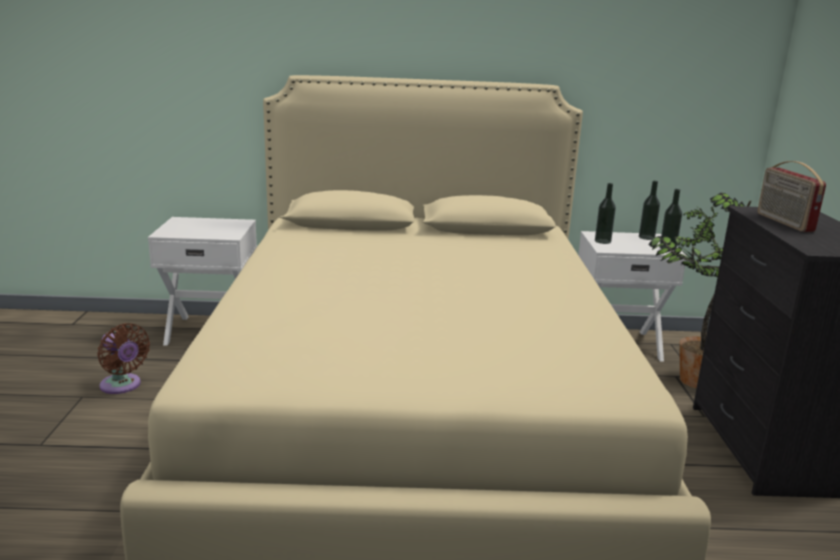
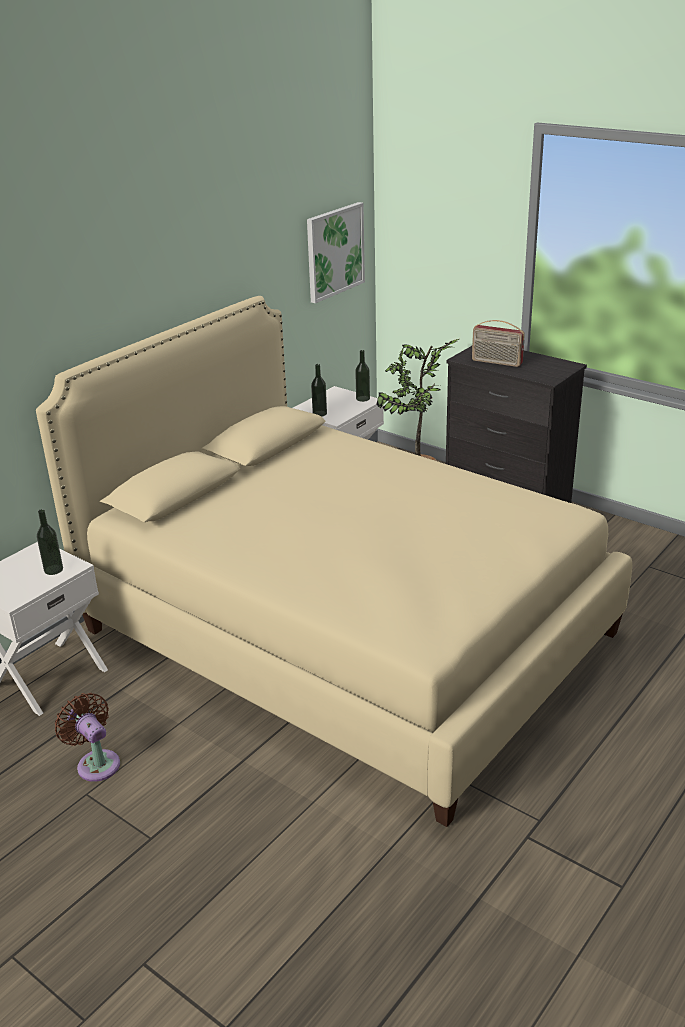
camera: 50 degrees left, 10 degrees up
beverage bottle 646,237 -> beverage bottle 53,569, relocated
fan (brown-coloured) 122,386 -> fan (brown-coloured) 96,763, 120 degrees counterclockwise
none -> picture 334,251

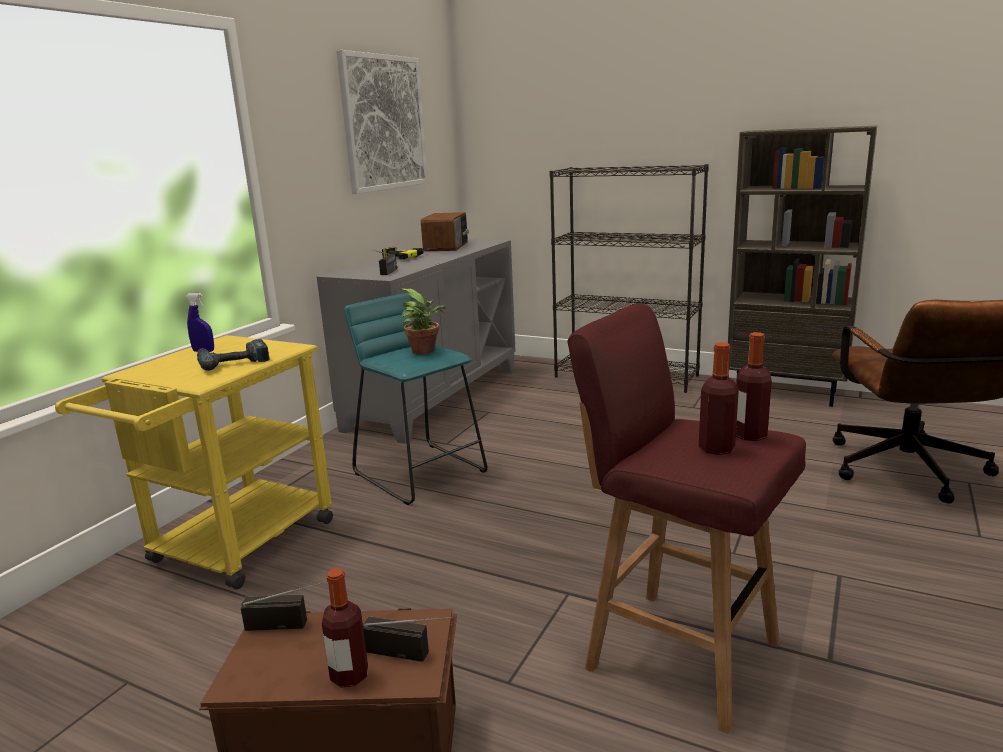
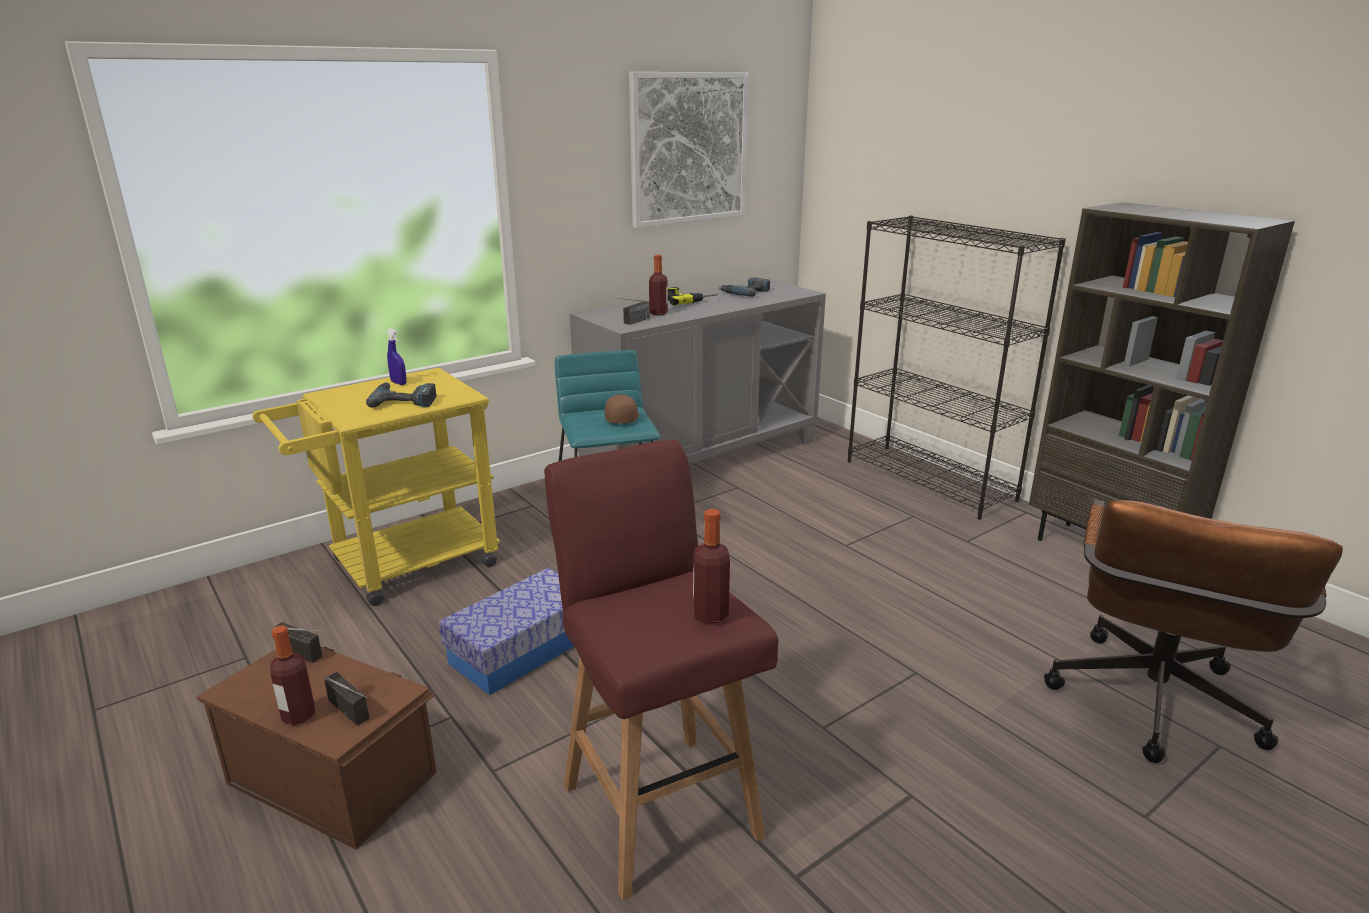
camera: 25 degrees right, 5 degrees up
radio 447,246 -> drill 745,292
plant in a pot 425,351 -> cap (brown-coloured) 622,418
beverage bottle 716,449 -> beverage bottle 658,313, relocated
none -> storage container 522,649

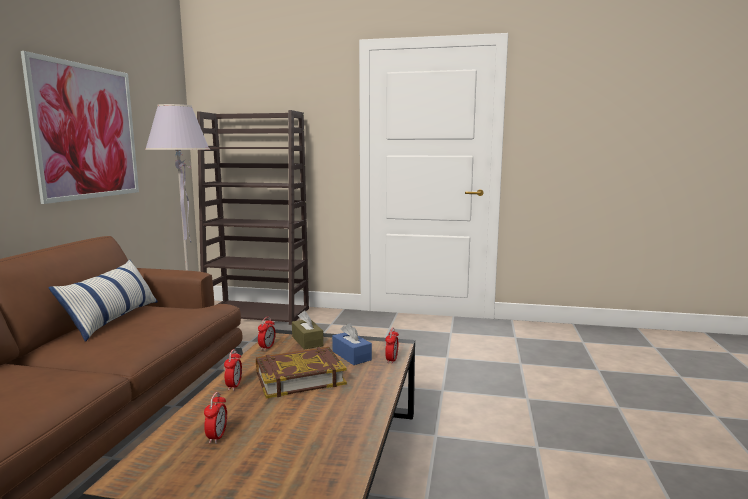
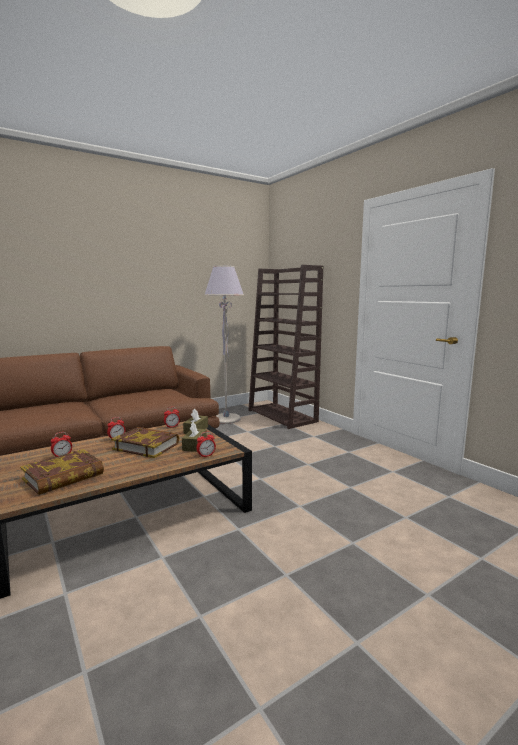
camera: 45 degrees right, 0 degrees up
picture 87,132 -> none
pillow 113,319 -> none
tissue holder (bluish) 351,355 -> tissue holder (brown-coloured) 194,445
none -> book 64,477

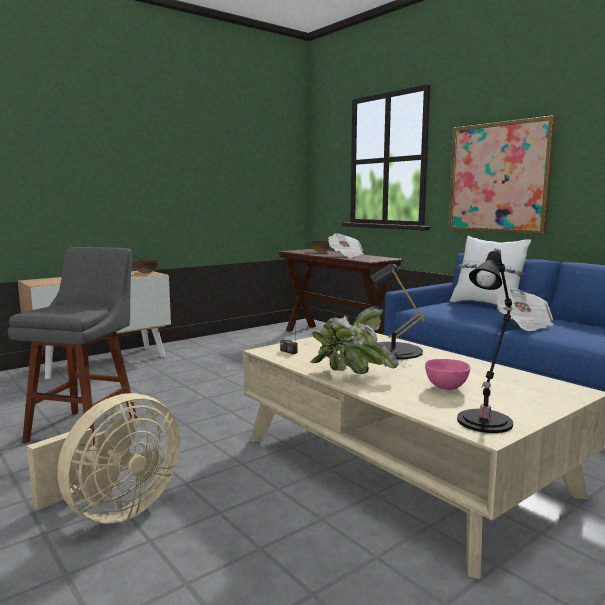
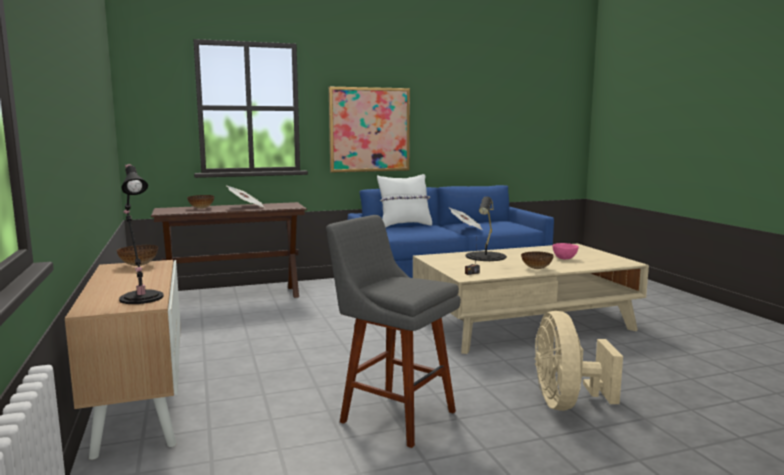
camera: 70 degrees left, 0 degrees up
lamp for a table (black-coloured) 486,420 -> lamp for a table (black-coloured) 141,297, relocated
plant in a pot 350,375 -> bowl 536,268
fan (beige-coloured) 113,511 -> fan (beige-coloured) 566,403, 150 degrees counterclockwise

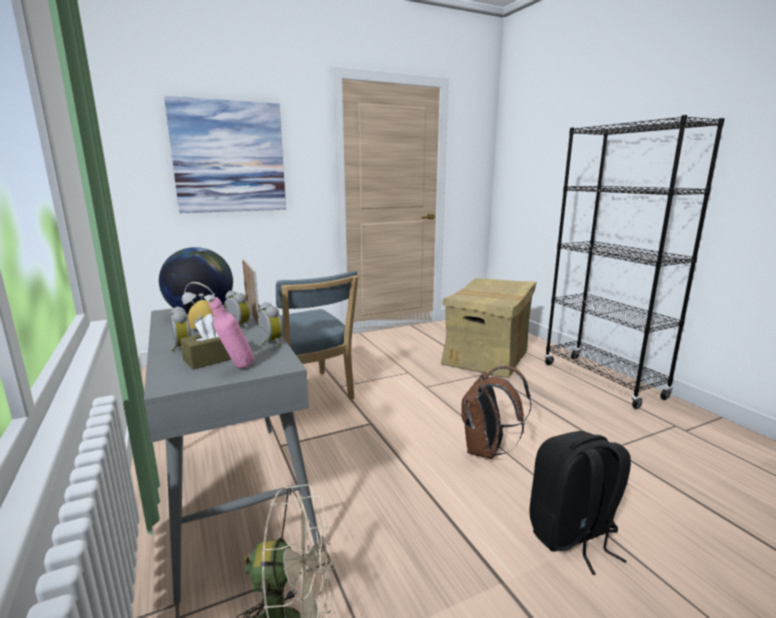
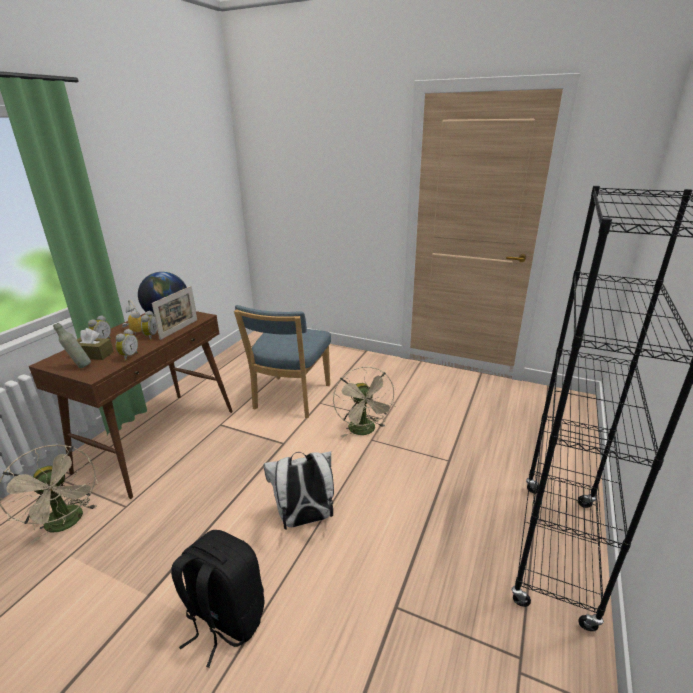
camera: 50 degrees right, 10 degrees up
picture 229,157 -> none
carton 486,358 -> none
beverage bottle (pink-coloured) 236,369 -> beverage bottle (greyish) 79,367
narrow table (greyish) 234,496 -> narrow table (brown-coloured) 159,439
rucksack (brown-coloured) 487,450 -> rucksack (white) 304,519
none -> fan (beige-coloured) 364,431

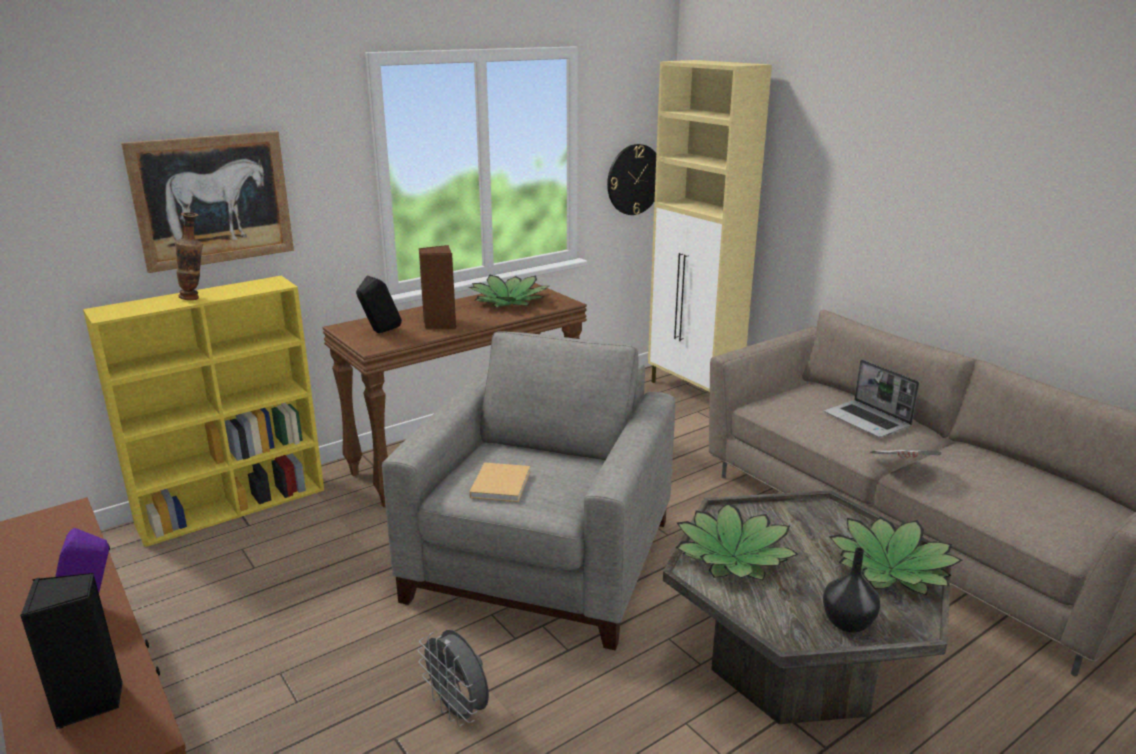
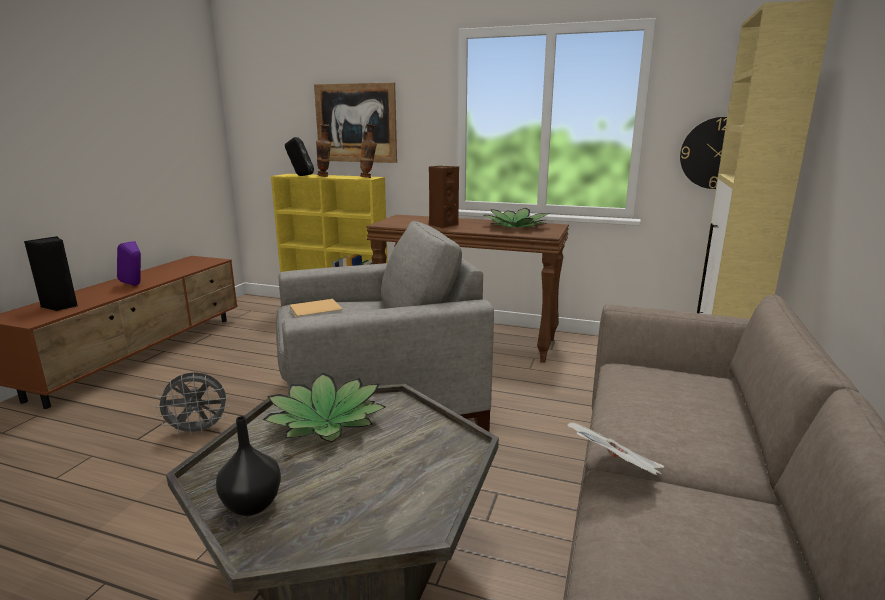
camera: 55 degrees right, 5 degrees down
speaker (black-coloured) 379,333 -> speaker (black-coloured) 300,176, relocated
portable computer 868,421 -> none
plant in a pot 891,569 -> none
fan (greyish) 459,710 -> fan (greyish) 198,431, 120 degrees counterclockwise
none -> vase 369,178

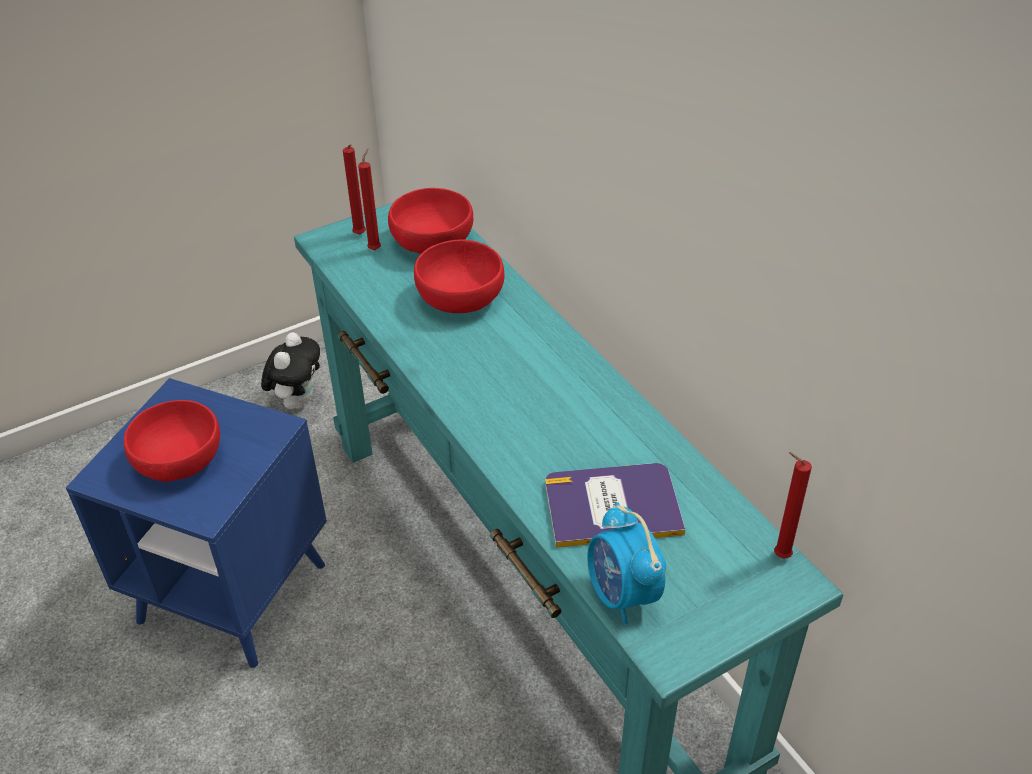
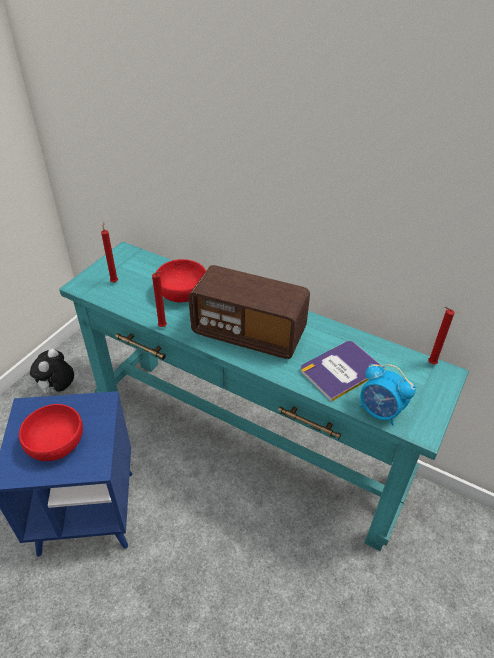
camera: 30 degrees left, 0 degrees up
candle (red) 360,235 -> candle (red) 163,327, relocated
bowl (red) 434,242 -> none
plush toy 297,401 -> plush toy 58,390, 150 degrees counterclockwise
none -> radio 249,333

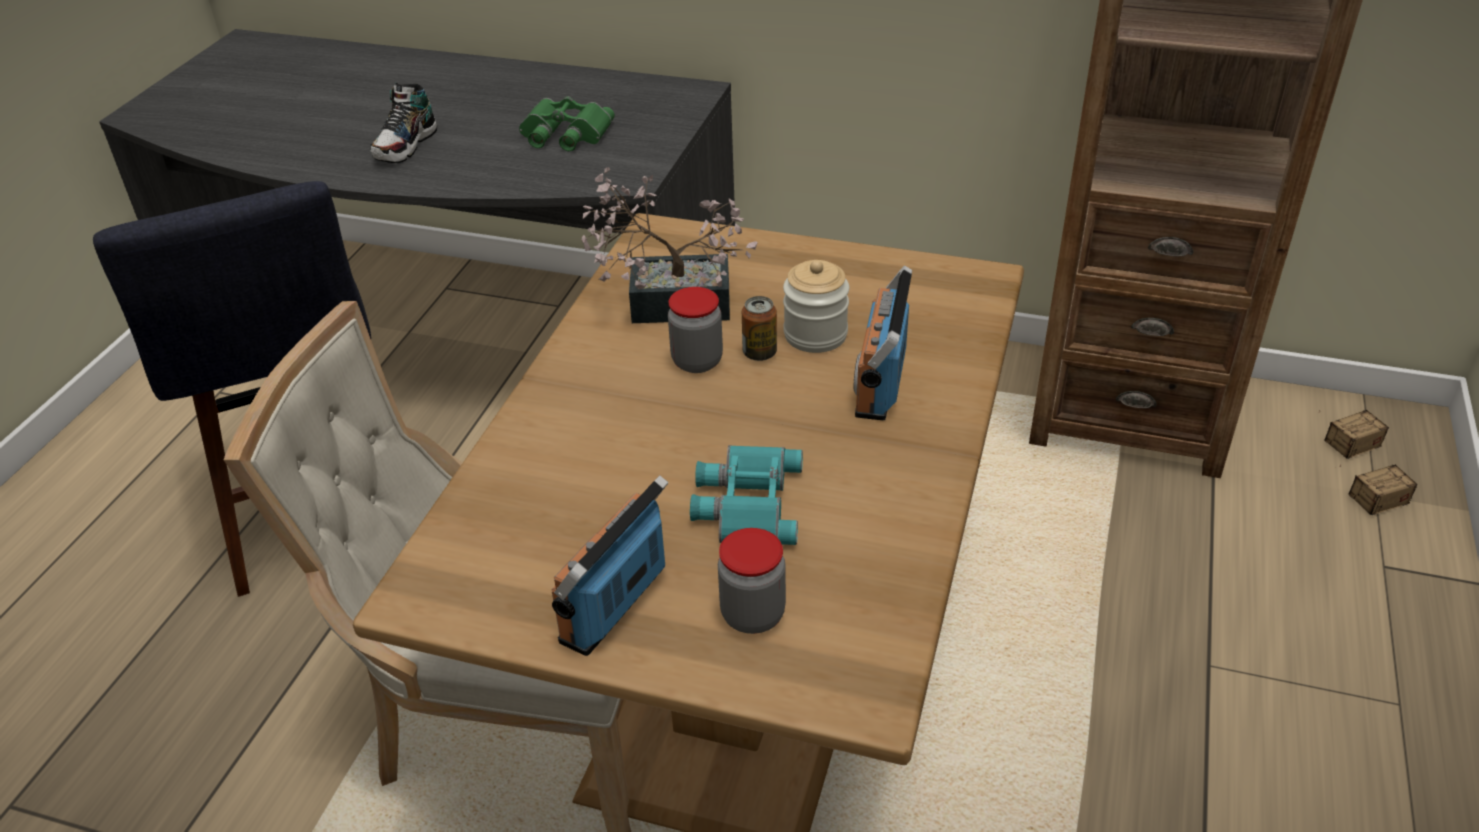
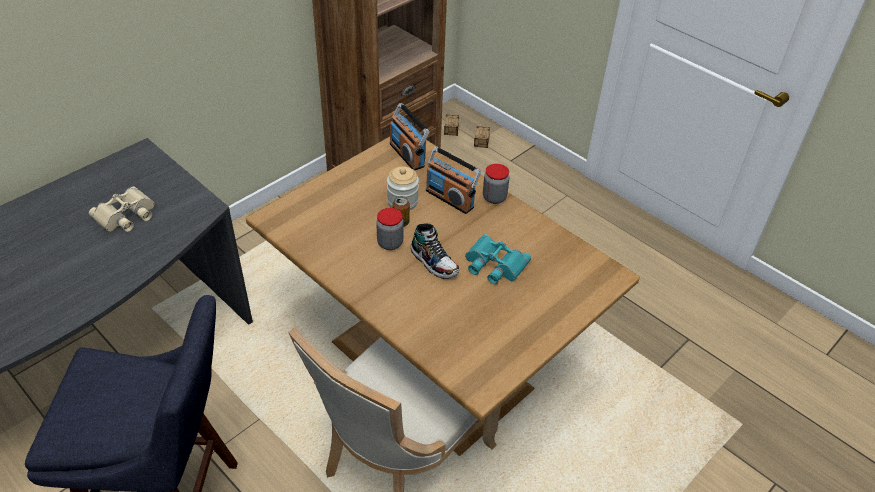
camera: 65 degrees left, 5 degrees up
low shoe 406,146 -> low shoe 434,262, relocated
binoculars (greenish) 564,134 -> binoculars (beige-coloured) 126,215
plant in a pot 667,303 -> none
radio 615,604 -> radio 407,155, relocated
jar 753,615 -> jar 494,198, relocated

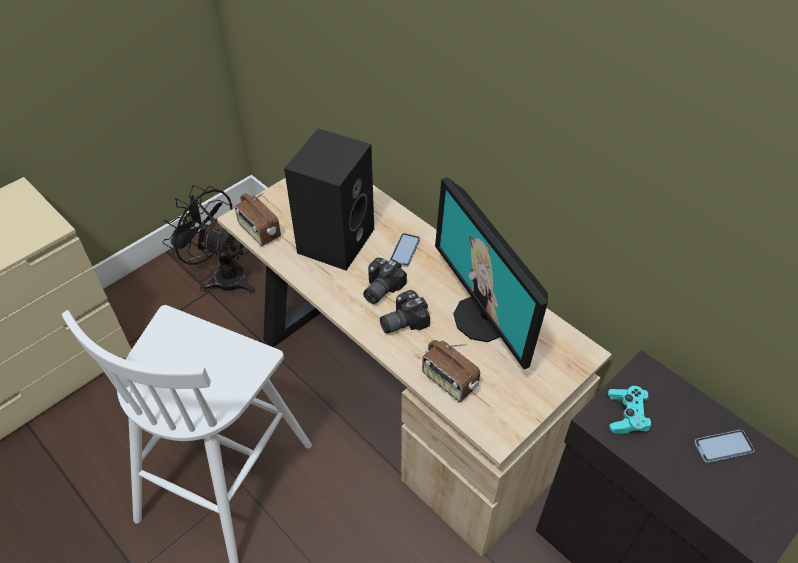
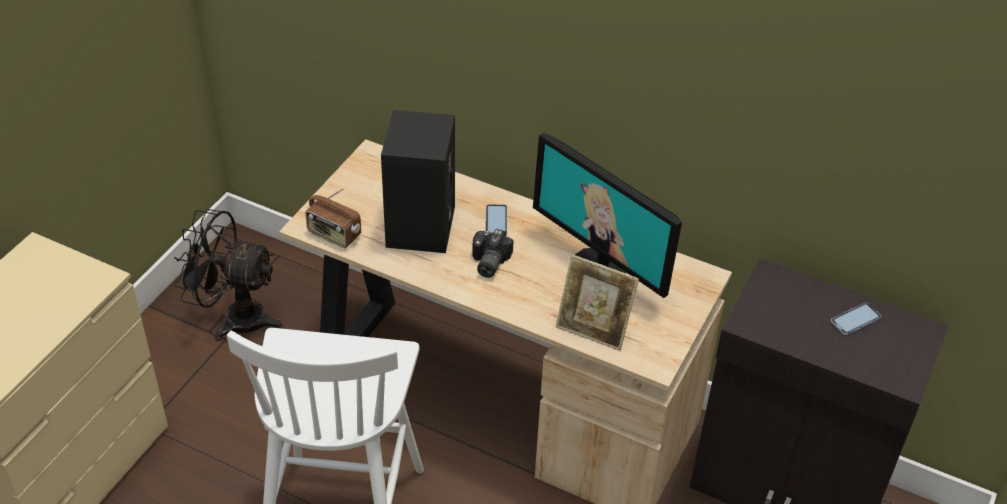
camera: 20 degrees left, 5 degrees down
still camera 401,320 -> none
radio 449,381 -> photo frame 593,330
game controller (blue-green) 626,415 -> none

